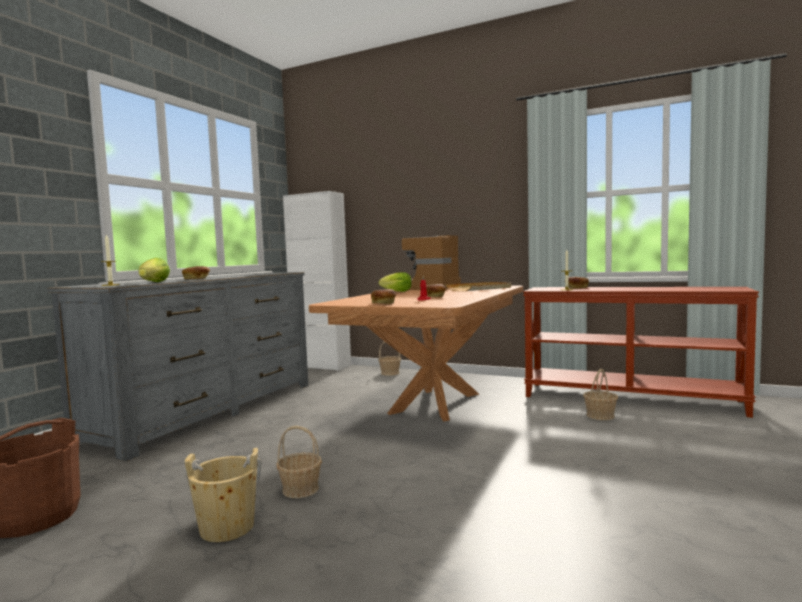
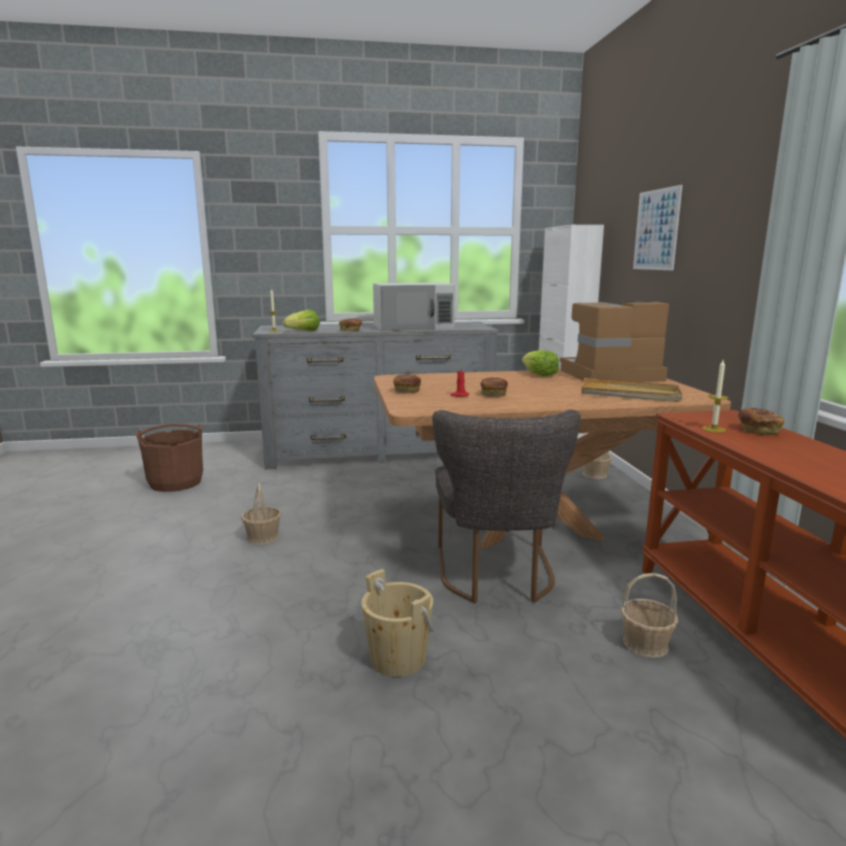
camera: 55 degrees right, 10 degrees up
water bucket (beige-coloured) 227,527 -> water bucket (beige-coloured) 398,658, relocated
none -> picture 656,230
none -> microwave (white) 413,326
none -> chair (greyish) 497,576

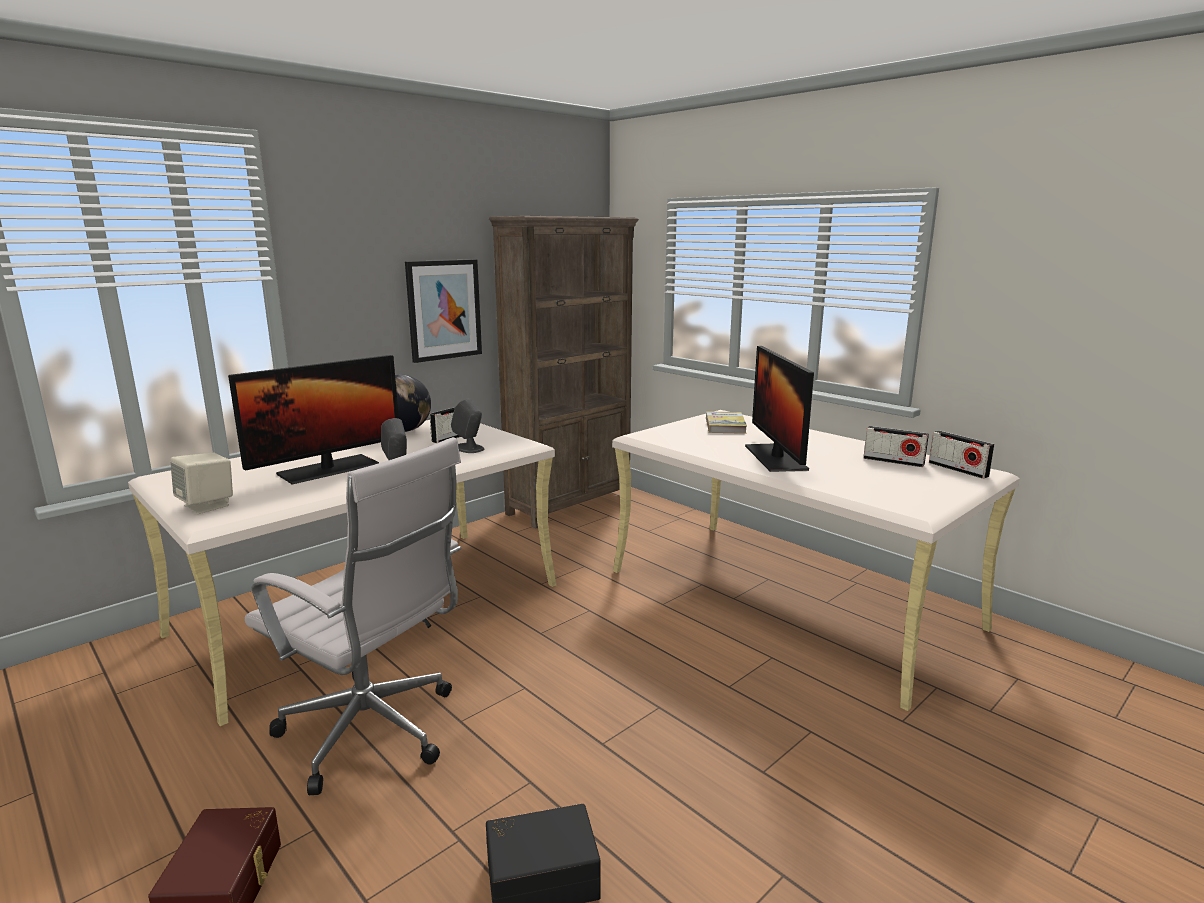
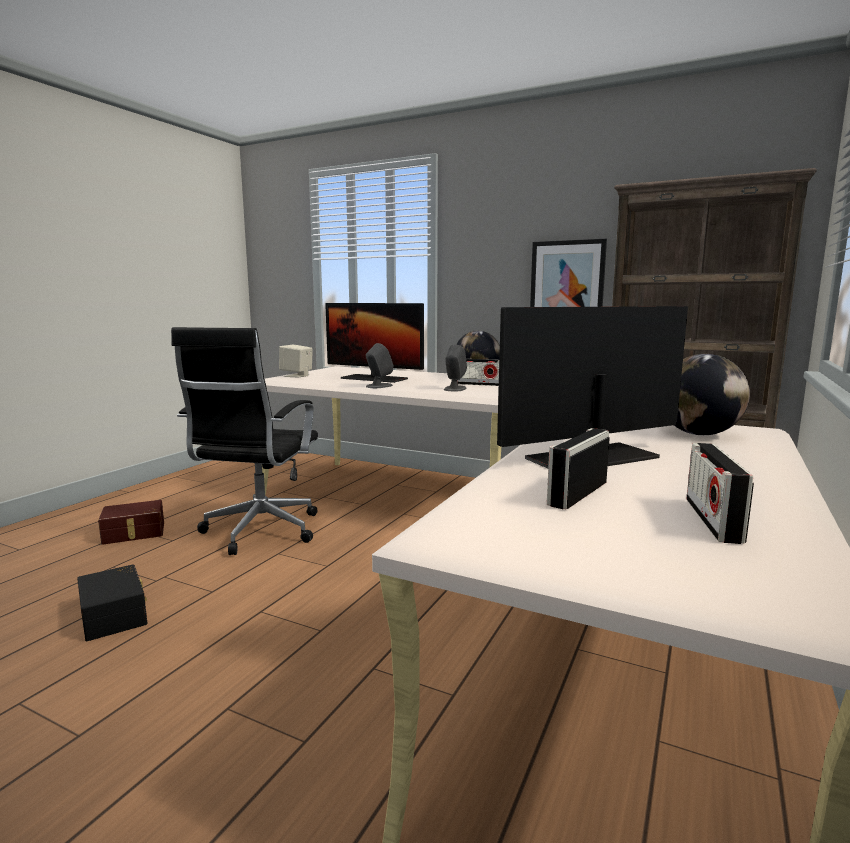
camera: 70 degrees right, 5 degrees down
book 725,425 -> world globe 699,434
radio 958,469 -> radio 577,494, relocated
office chair (white) 374,734 -> office chair (black-coloured) 259,532

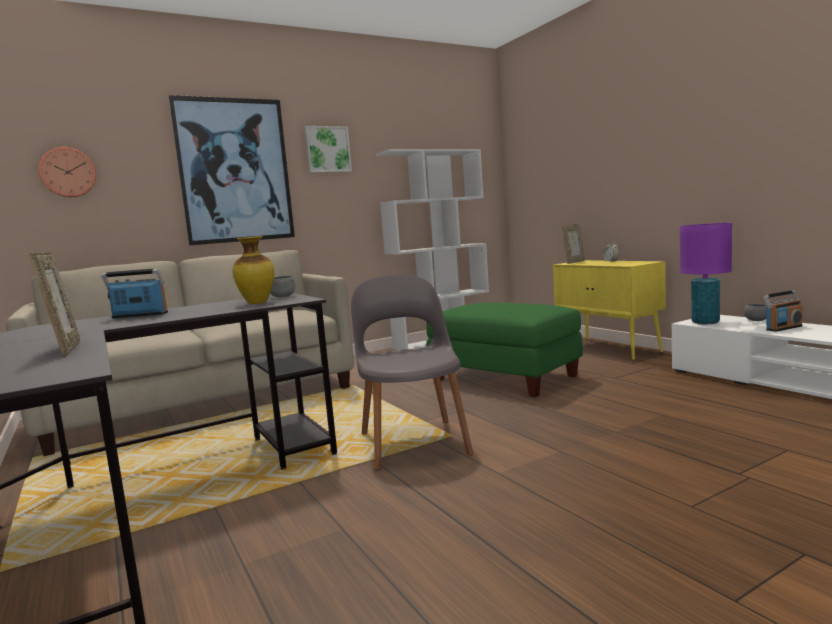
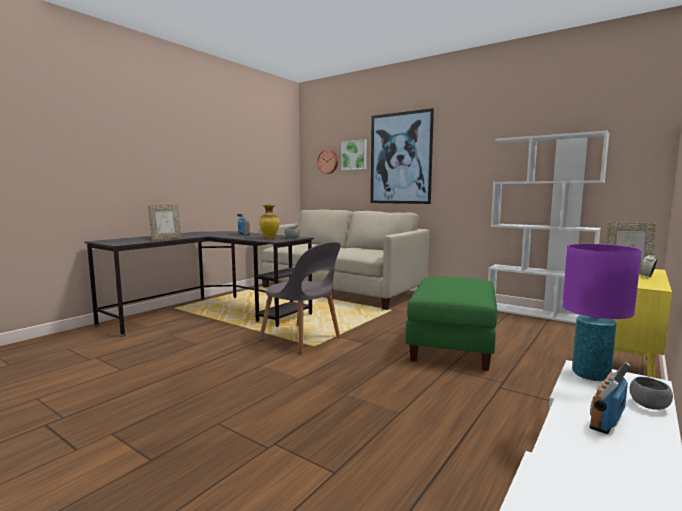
camera: 65 degrees right, 0 degrees up
picture 327,149 -> picture 354,155, relocated
chair (greyish) 413,441 -> chair (greyish) 302,339, 75 degrees clockwise
radio 783,328 -> radio 606,420, 90 degrees clockwise

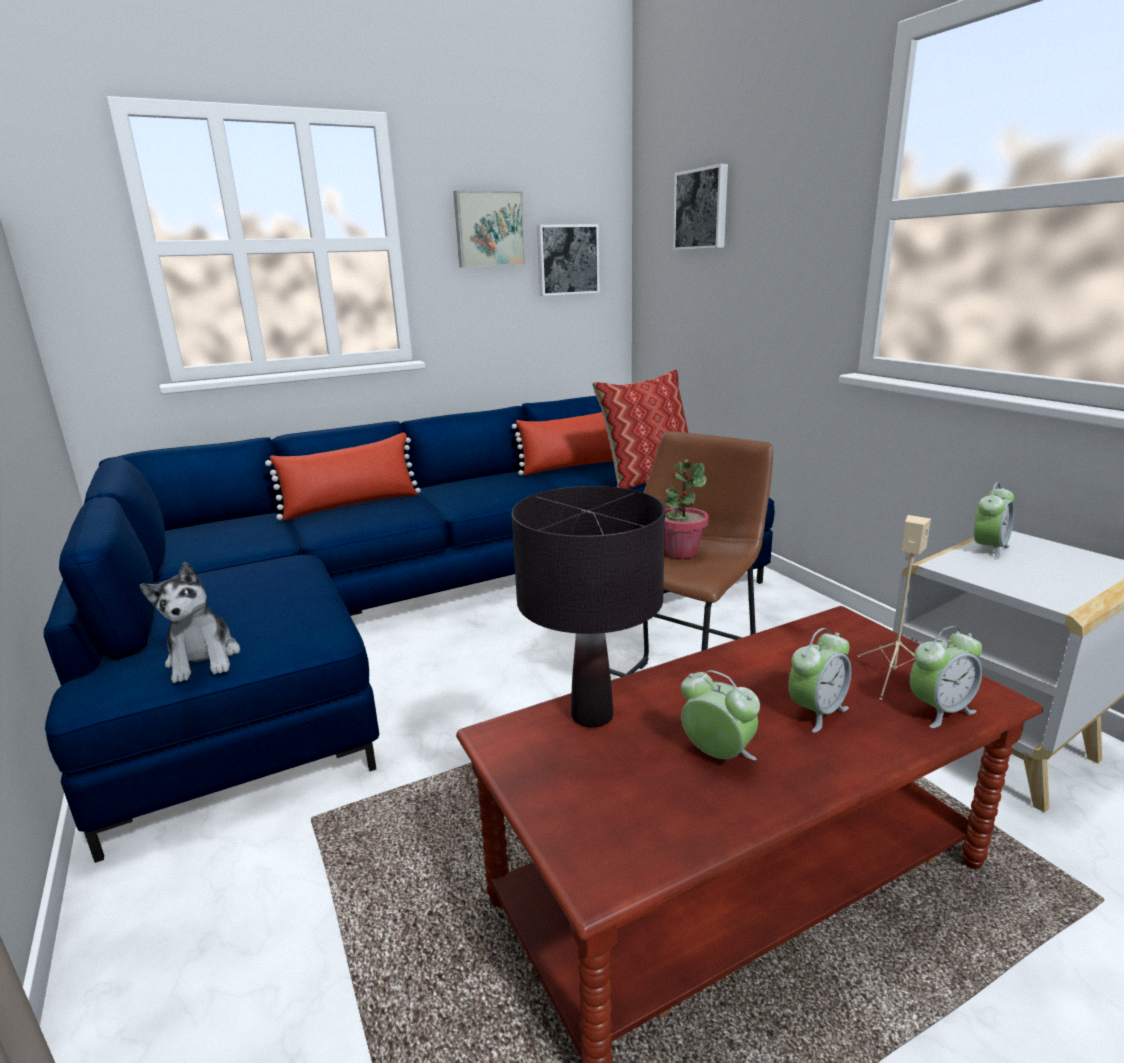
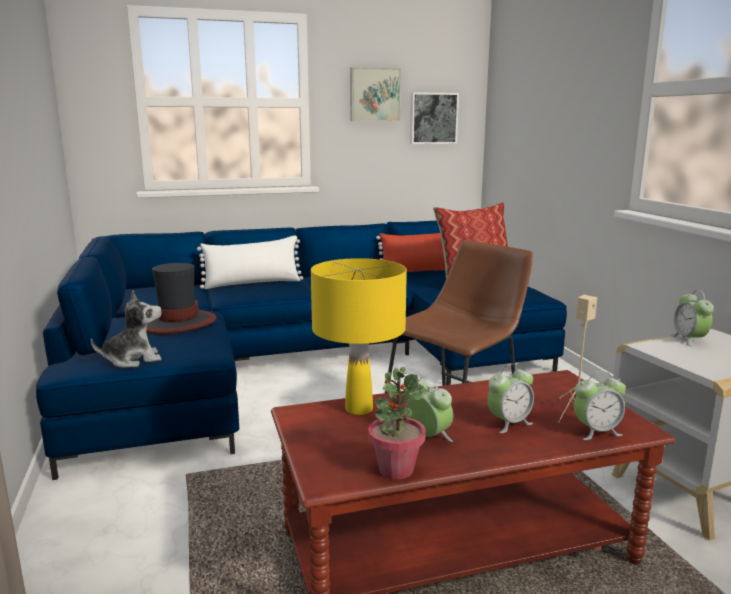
camera: 10 degrees right, 5 degrees down
picture 702,209 -> none
pillow (red) 351,505 -> pillow (white) 253,283
plant in a pot 681,552 -> plant in a pot 396,469, relocated
alarm clock 988,549 -> alarm clock 689,340, 120 degrees clockwise
lamp for a table (black-coloured) 592,715 -> lamp for a table (yellow) 359,409
plush toy 204,659 -> plush toy 133,360, 105 degrees counterclockwise
none -> wearable hat 177,322

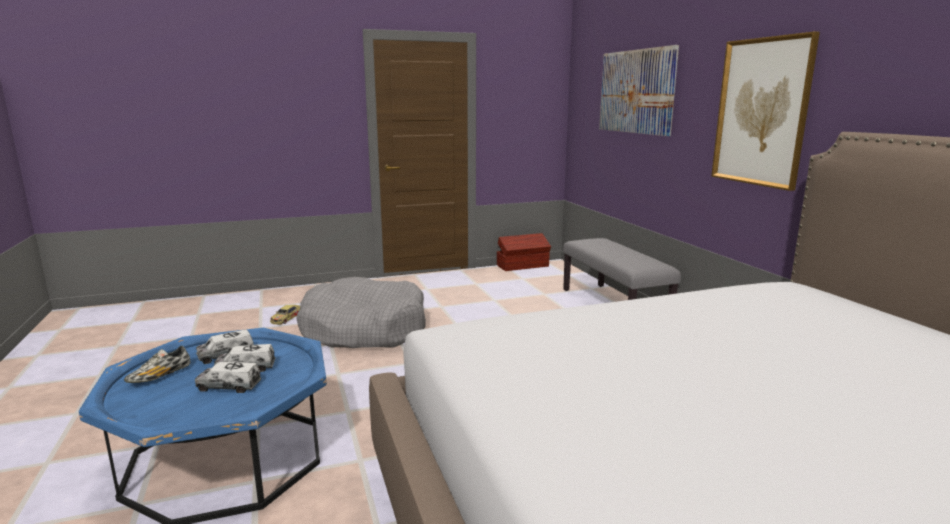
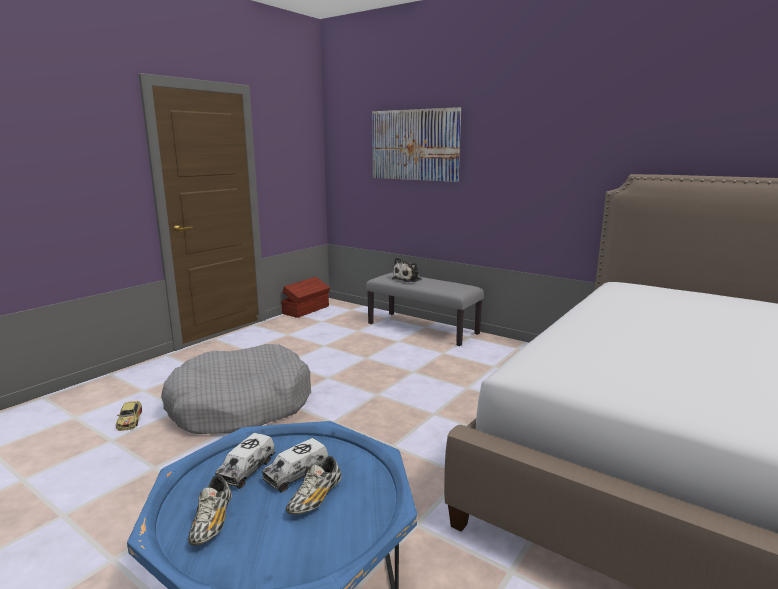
camera: 35 degrees left, 0 degrees up
picture 761,112 -> none
toy truck 229,386 -> low shoe 315,499
none -> plush toy 408,279

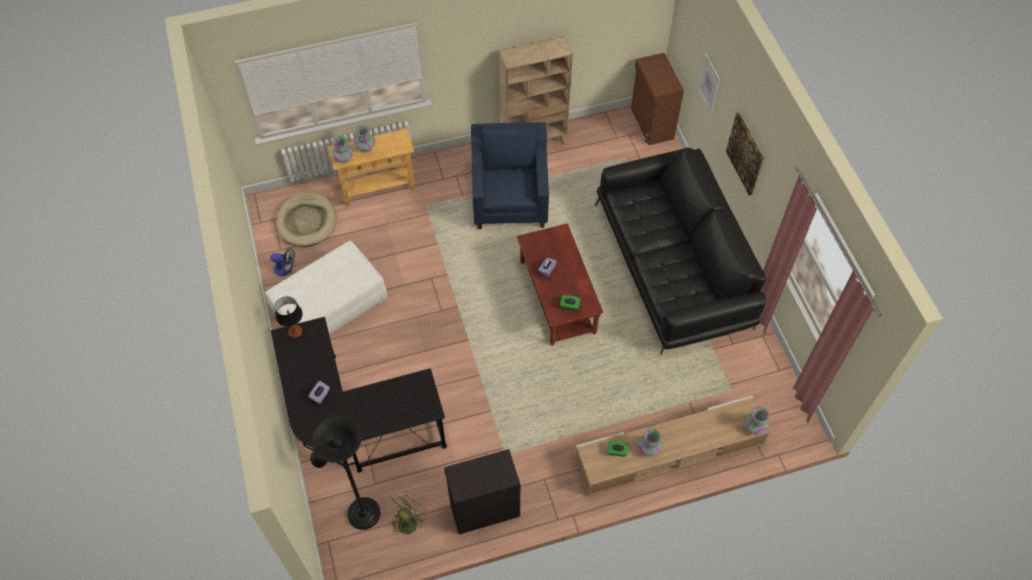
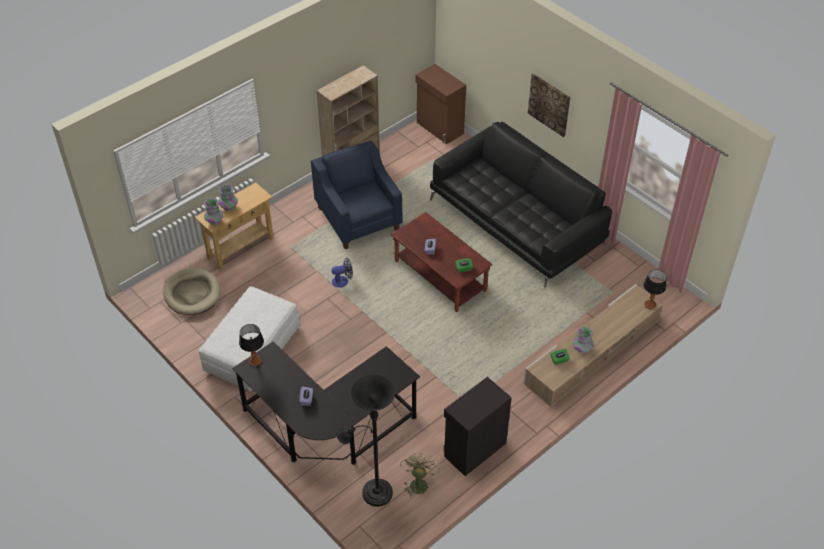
camera: 25 degrees left, 10 degrees down
picture 709,83 -> none
fan 286,269 -> fan 343,281, relocated
vase 754,427 -> lamp for a table 650,304

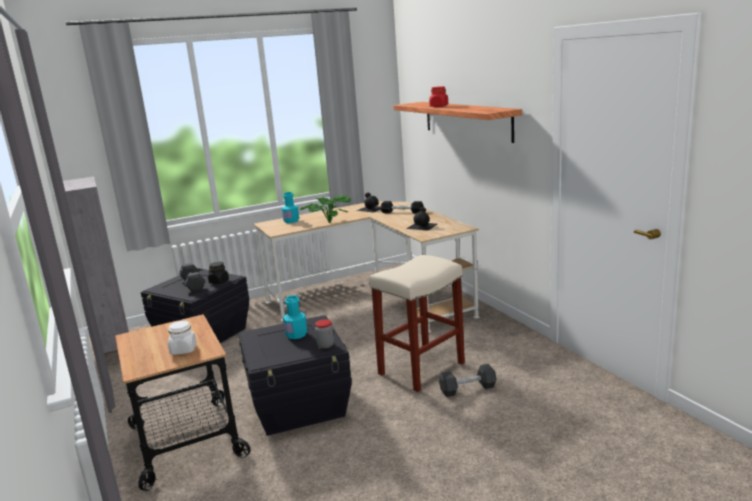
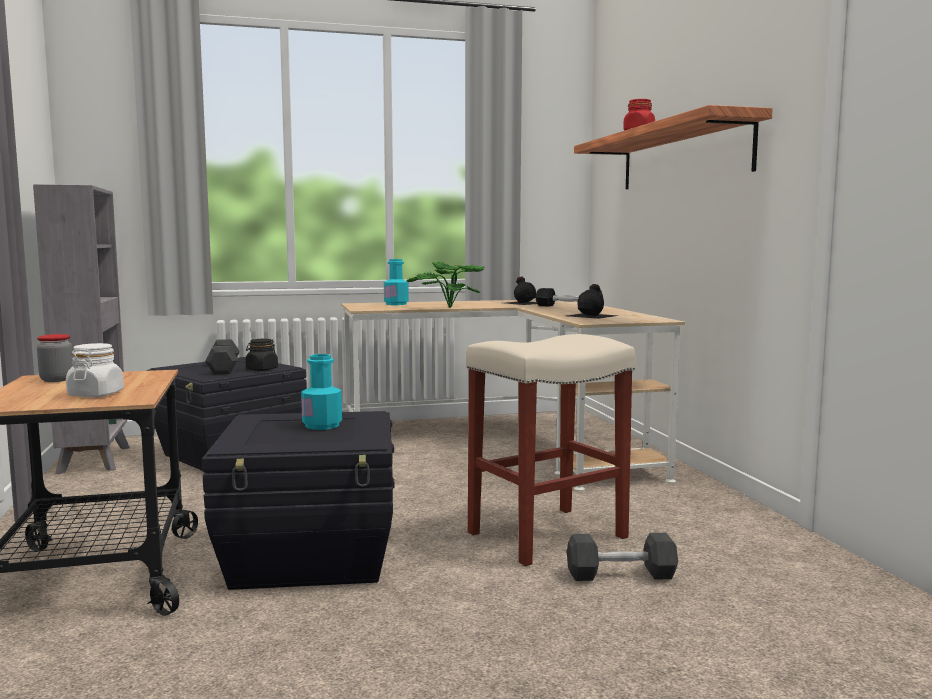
camera: 10 degrees right, 10 degrees down
jar 325,345 -> jar 57,380, relocated

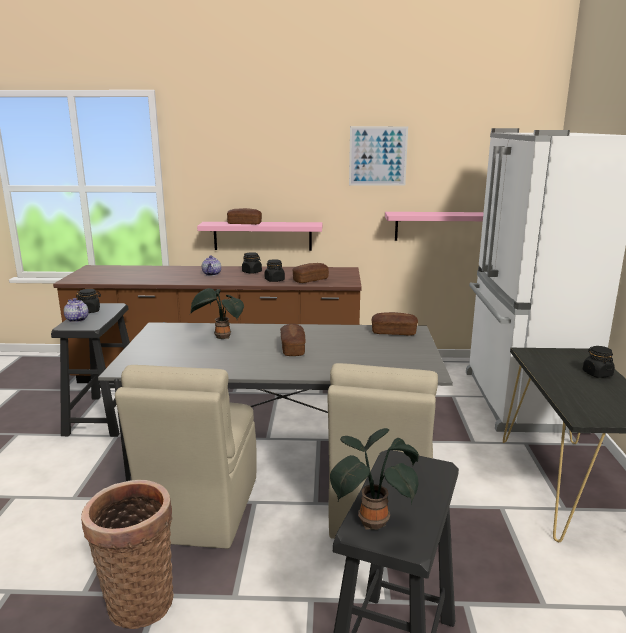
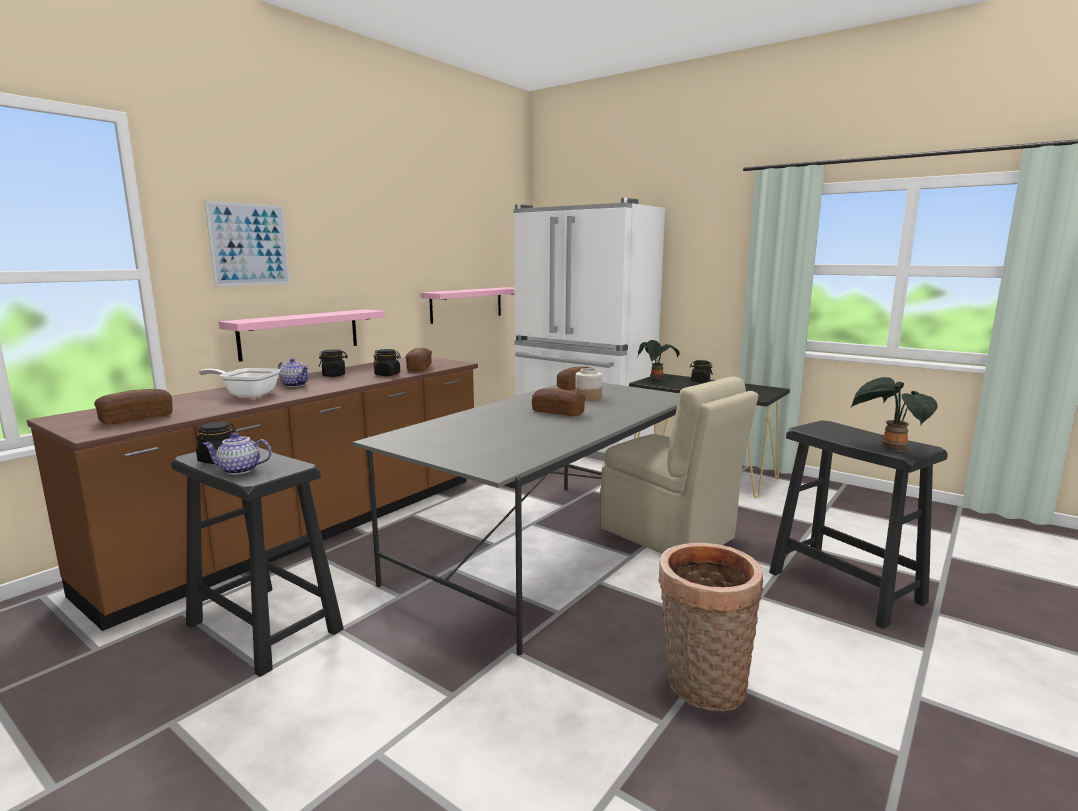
camera: 55 degrees left, 5 degrees down
picture 378,156 -> picture 249,244, relocated
baked bread 244,223 -> baked bread 136,418, relocated
plant in a pot 220,337 -> plant in a pot 656,379, relocated
chair (beige-coloured) 200,510 -> none
none -> skillet 247,394
none -> jar 588,397

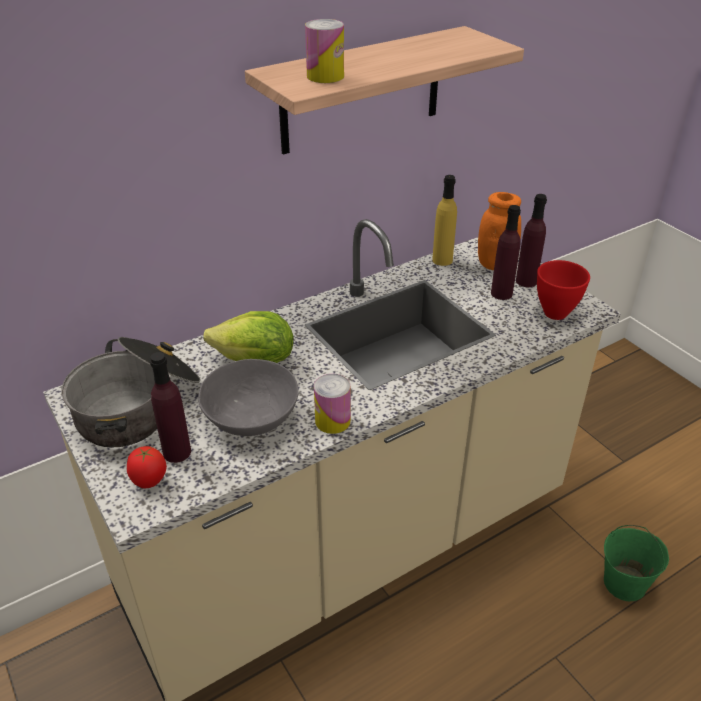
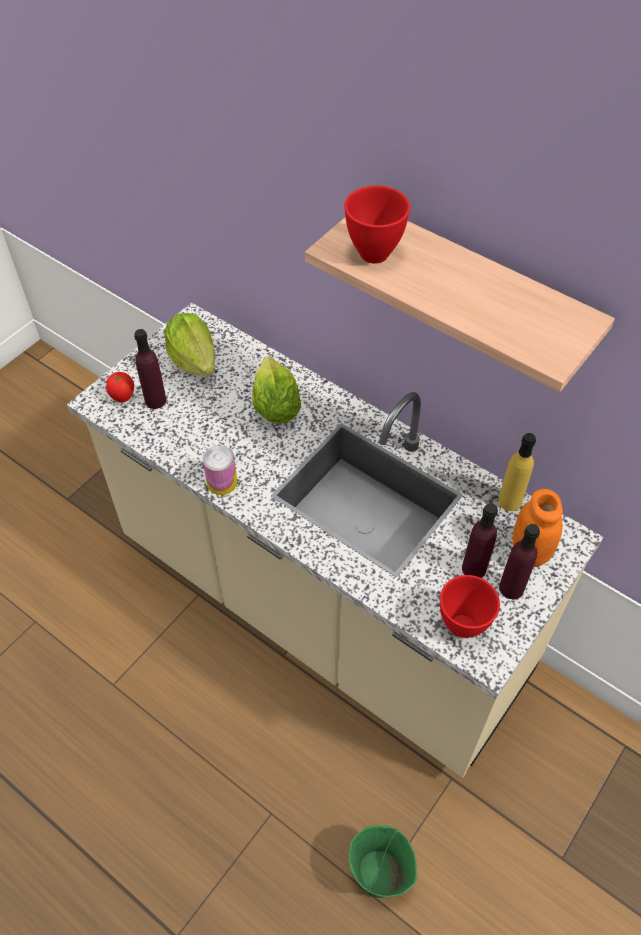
camera: 70 degrees right, 15 degrees up
metal can 325,76 -> bowl (red) 375,253
stockpot 139,407 -> lettuce 194,360
bowl (greyish) 252,418 -> none

